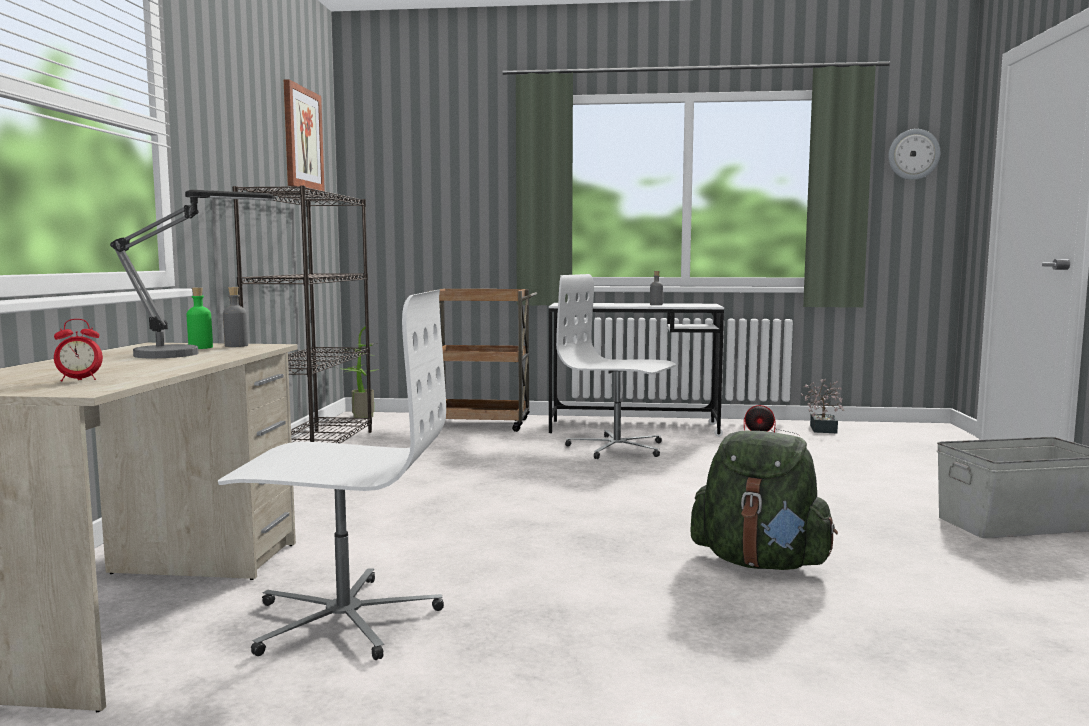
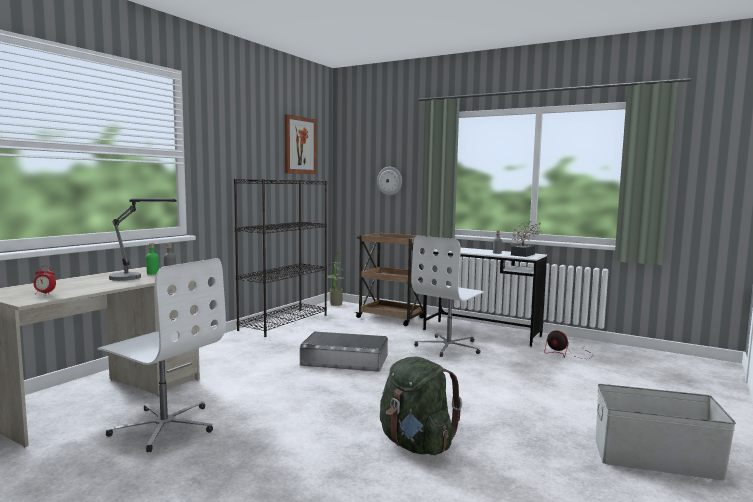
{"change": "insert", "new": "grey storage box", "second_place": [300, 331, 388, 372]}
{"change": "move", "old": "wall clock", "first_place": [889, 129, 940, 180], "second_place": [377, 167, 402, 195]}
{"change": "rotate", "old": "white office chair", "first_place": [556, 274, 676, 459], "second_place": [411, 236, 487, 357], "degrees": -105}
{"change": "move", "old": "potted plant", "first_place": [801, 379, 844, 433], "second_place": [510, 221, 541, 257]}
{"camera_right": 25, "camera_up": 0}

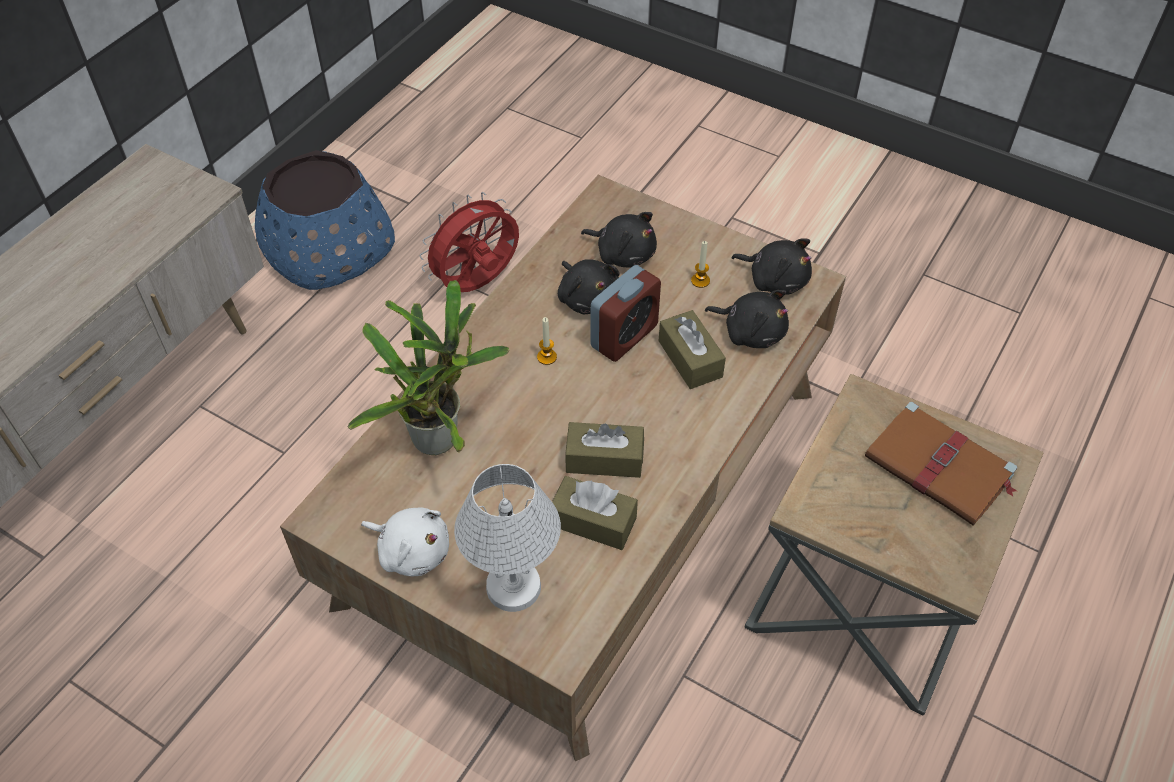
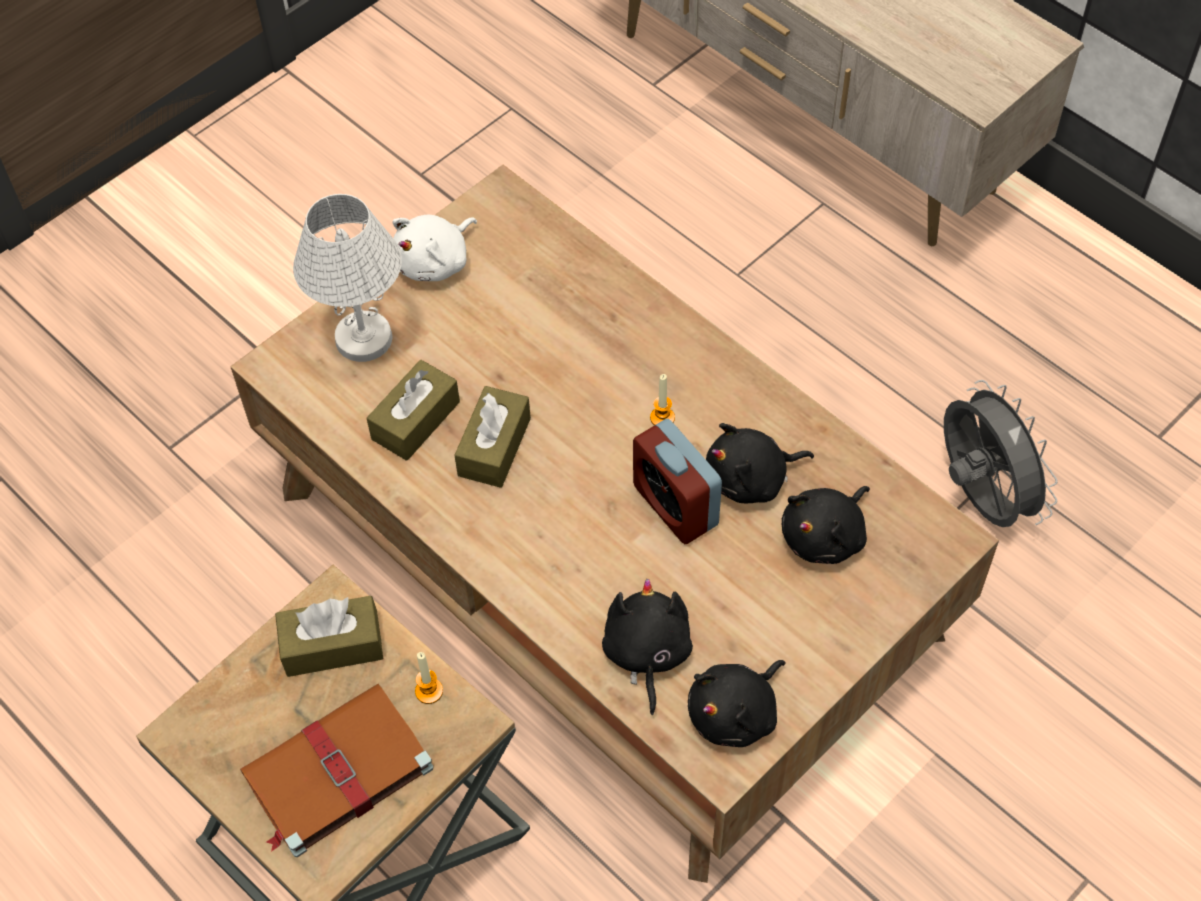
{"change": "move", "old": "brown tissue box", "first_place": [659, 310, 726, 389], "second_place": [275, 596, 383, 677]}
{"change": "move", "old": "candle", "first_place": [691, 241, 710, 288], "second_place": [415, 652, 443, 704]}
{"change": "rotate", "old": "black plush toy", "first_place": [705, 290, 789, 348], "second_place": [602, 579, 693, 715], "degrees": 135}
{"change": "recolor", "old": "red fan", "new": "grey fan", "first_place": [420, 192, 519, 292], "second_place": [944, 380, 1058, 527]}
{"change": "delete", "old": "blue planter", "first_place": [255, 150, 395, 290]}
{"change": "delete", "old": "potted plant", "first_place": [348, 280, 509, 455]}
{"camera_right": 105, "camera_up": 5}

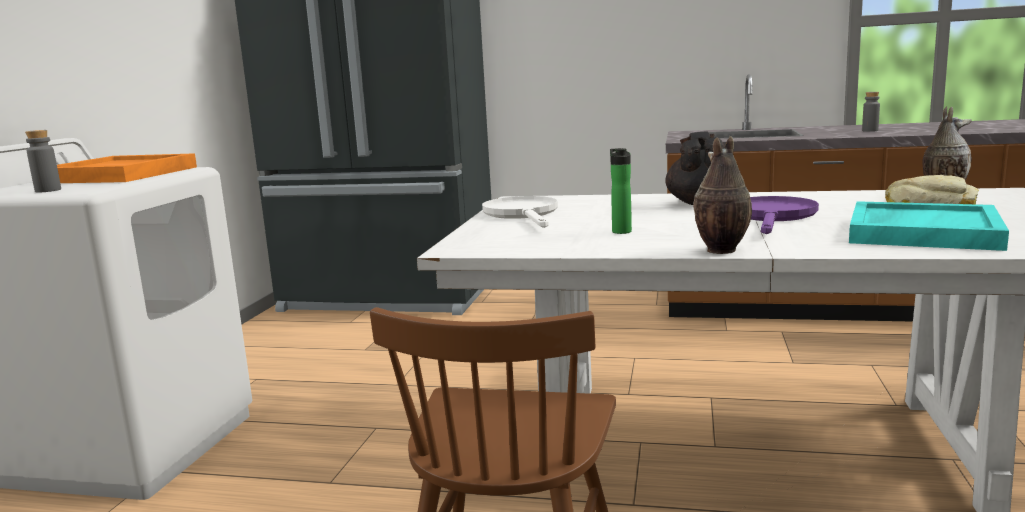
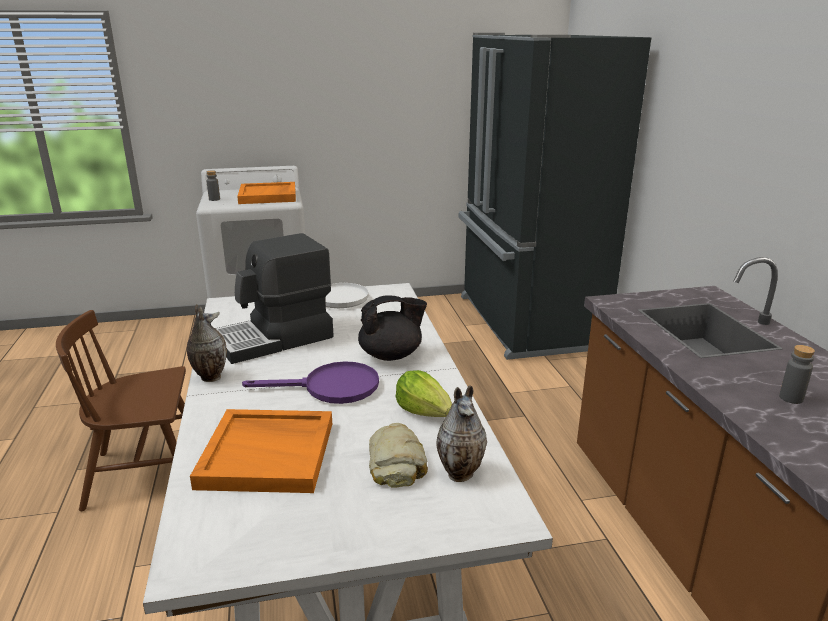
{"change": "recolor", "old": "turquoise tray", "new": "orange tray", "first_place": [849, 201, 1009, 251], "second_place": [190, 409, 332, 493]}
{"change": "replace", "old": "bottle", "new": "coffee machine", "first_place": [610, 148, 632, 234], "second_place": [215, 233, 334, 364]}
{"change": "insert", "new": "lettuce", "second_place": [396, 370, 452, 417]}
{"camera_right": 65, "camera_up": 10}

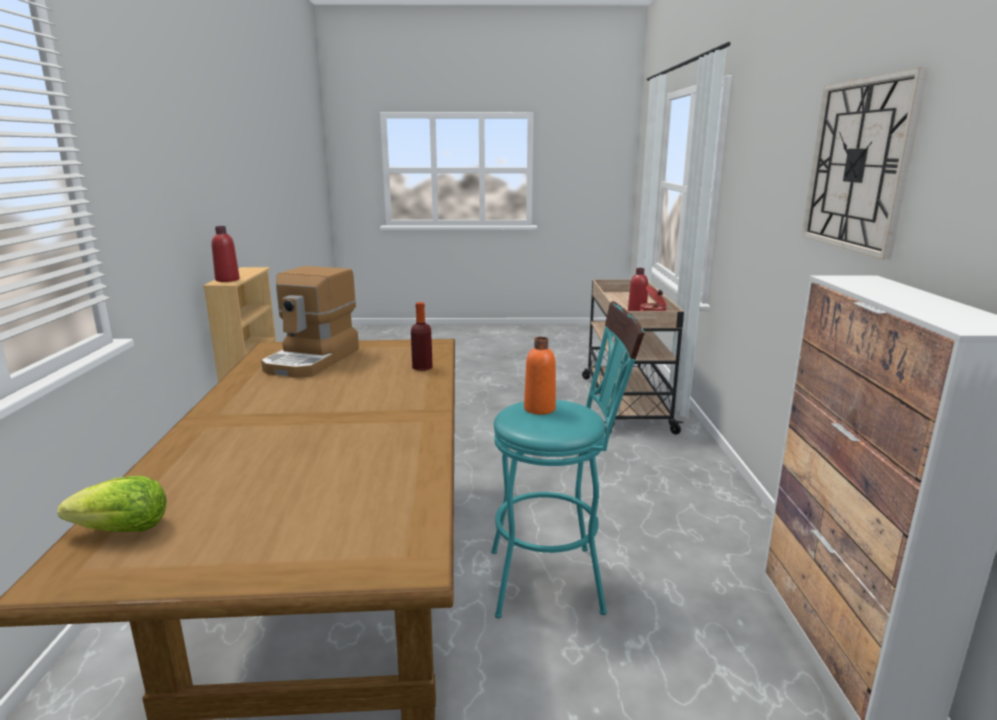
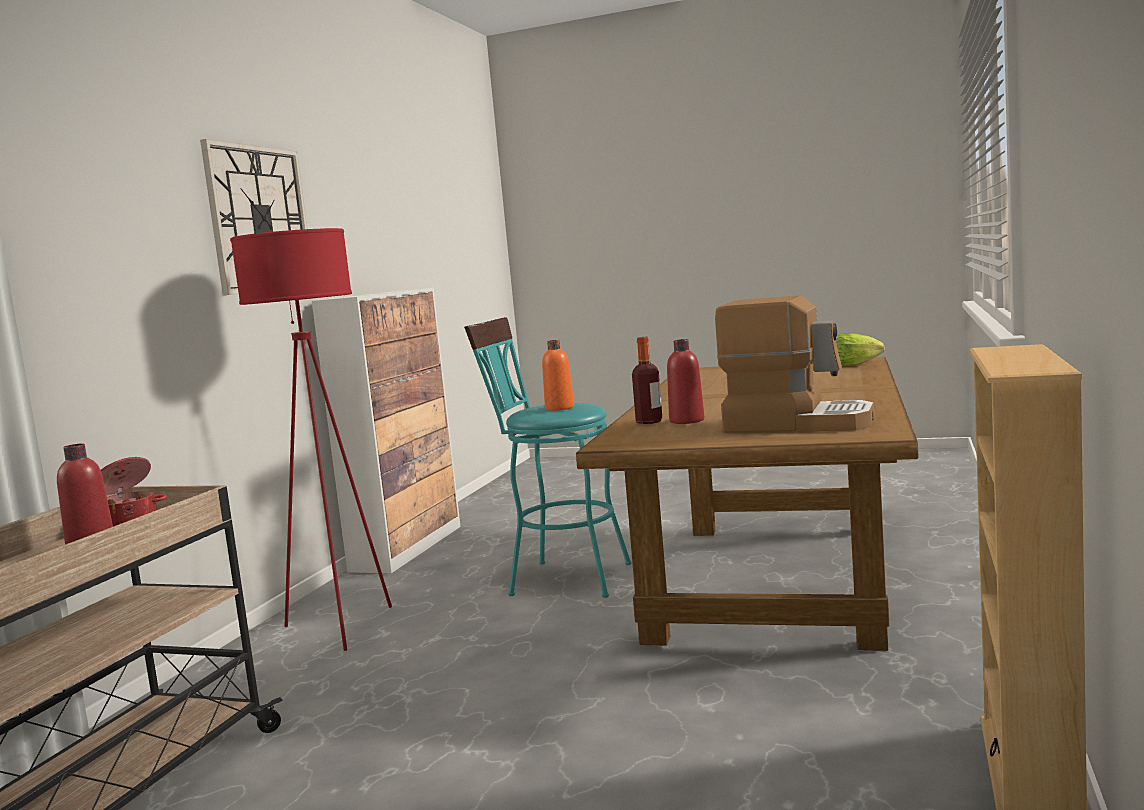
{"change": "insert", "new": "red floor lamp", "second_place": [230, 228, 392, 651]}
{"change": "move", "old": "red bottle", "first_place": [211, 226, 240, 282], "second_place": [667, 339, 704, 424]}
{"change": "rotate", "old": "coffee machine", "first_place": [261, 266, 359, 378], "second_place": [715, 295, 874, 433], "degrees": 75}
{"camera_right": -160, "camera_up": -10}

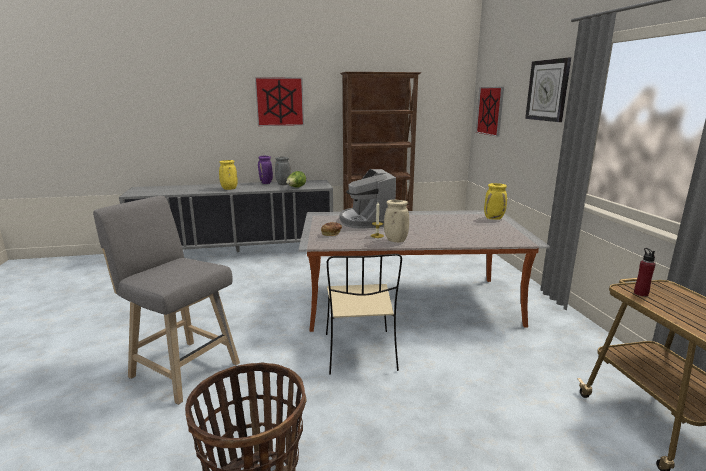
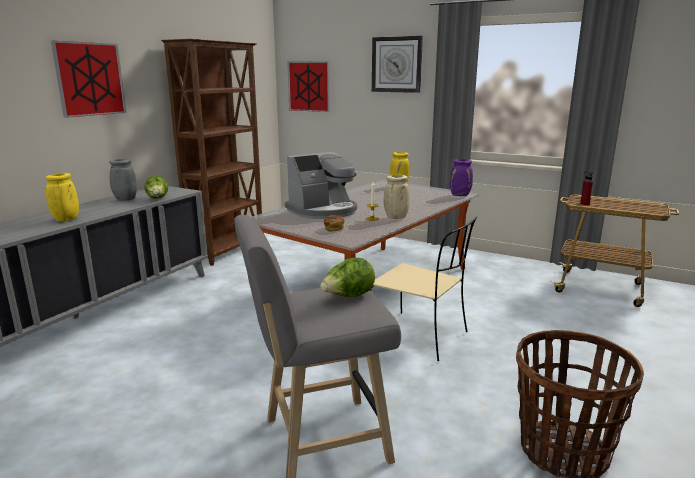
{"change": "rotate", "old": "coffee machine", "first_place": [340, 169, 396, 229], "second_place": [285, 152, 357, 219], "degrees": -60}
{"change": "insert", "new": "lettuce", "second_place": [320, 258, 375, 297]}
{"change": "move", "old": "purple vase", "first_place": [258, 156, 273, 184], "second_place": [450, 159, 473, 196]}
{"camera_right": -50, "camera_up": 0}

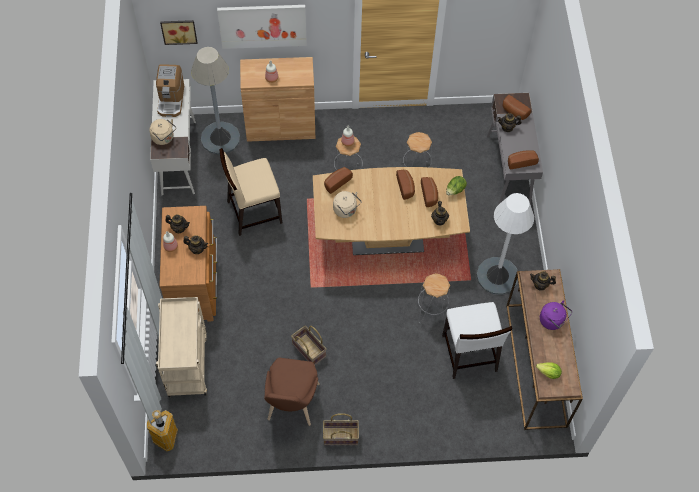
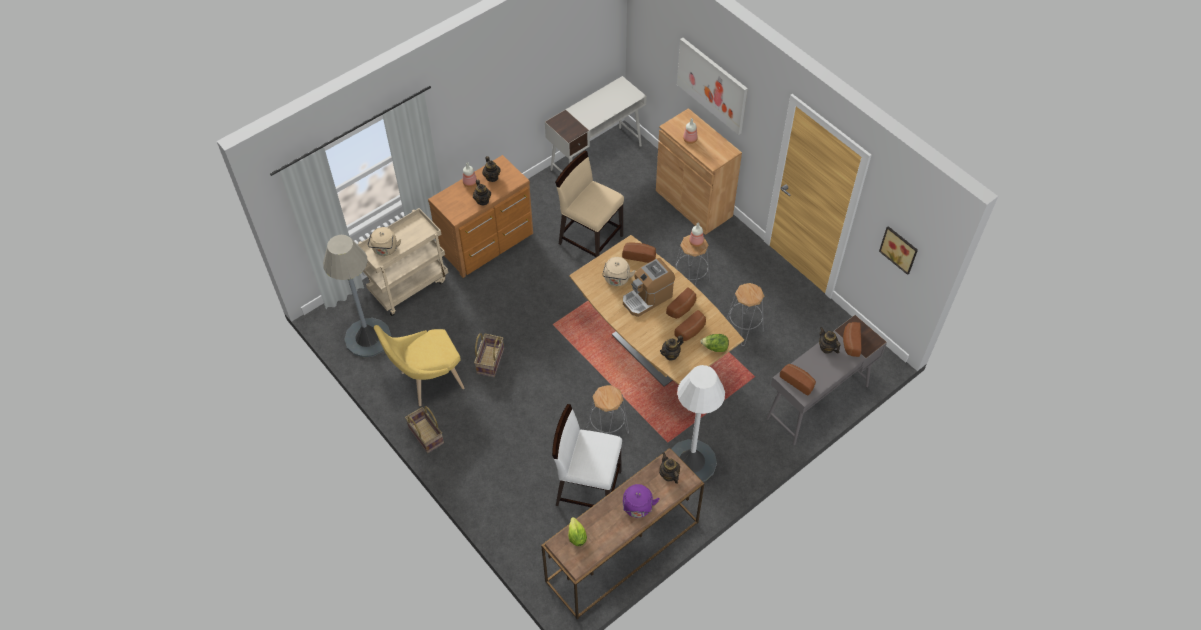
{"change": "move", "old": "grey floor lamp", "first_place": [191, 47, 240, 155], "second_place": [323, 235, 391, 357]}
{"change": "move", "old": "beige kettle", "first_place": [149, 119, 176, 145], "second_place": [368, 227, 401, 256]}
{"change": "recolor", "old": "brown chair", "new": "yellow chair", "first_place": [264, 358, 320, 426], "second_place": [374, 325, 464, 406]}
{"change": "rotate", "old": "white chair", "first_place": [442, 302, 512, 379], "second_place": [552, 404, 622, 507], "degrees": 60}
{"change": "move", "old": "coffee machine", "first_place": [156, 64, 184, 117], "second_place": [623, 258, 675, 317]}
{"change": "move", "old": "picture", "first_place": [160, 20, 197, 45], "second_place": [879, 226, 918, 275]}
{"change": "delete", "old": "trash can", "first_place": [147, 410, 178, 451]}
{"camera_right": 55, "camera_up": -5}

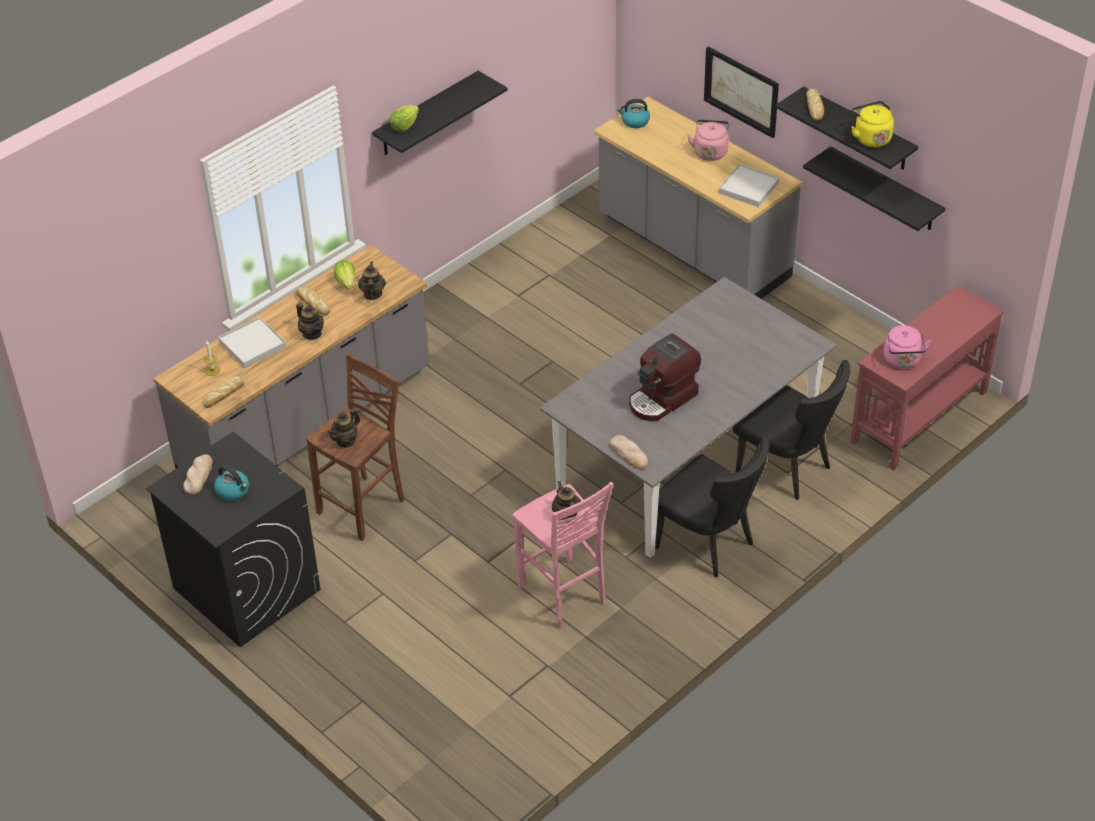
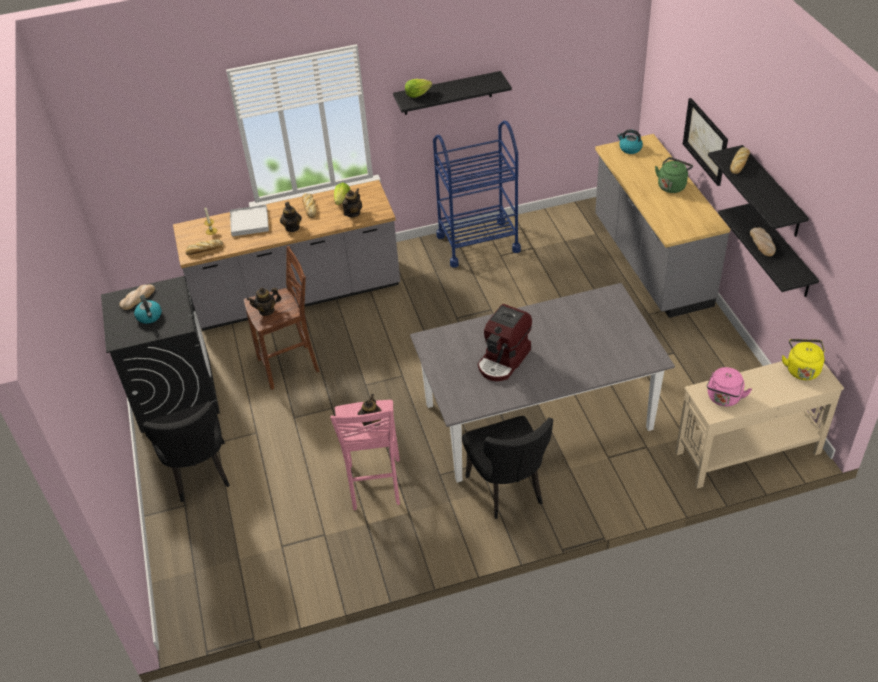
{"change": "move", "old": "black chair", "first_place": [733, 360, 850, 500], "second_place": [143, 402, 230, 502]}
{"change": "insert", "new": "blue cart", "second_place": [433, 121, 521, 268]}
{"change": "rotate", "old": "coffee machine", "first_place": [629, 334, 701, 421], "second_place": [478, 304, 532, 381], "degrees": -45}
{"change": "recolor", "old": "pink kettle", "new": "green kettle", "first_place": [687, 119, 729, 161], "second_place": [655, 157, 693, 193]}
{"change": "recolor", "old": "red console table", "new": "beige console table", "first_place": [850, 285, 1004, 470], "second_place": [675, 361, 844, 489]}
{"change": "move", "old": "bread", "first_place": [609, 435, 648, 469], "second_place": [750, 228, 776, 256]}
{"change": "move", "old": "yellow kettle", "first_place": [851, 101, 894, 147], "second_place": [782, 339, 825, 380]}
{"change": "delete", "old": "white tray", "first_place": [719, 164, 779, 207]}
{"camera_right": 30, "camera_up": 0}

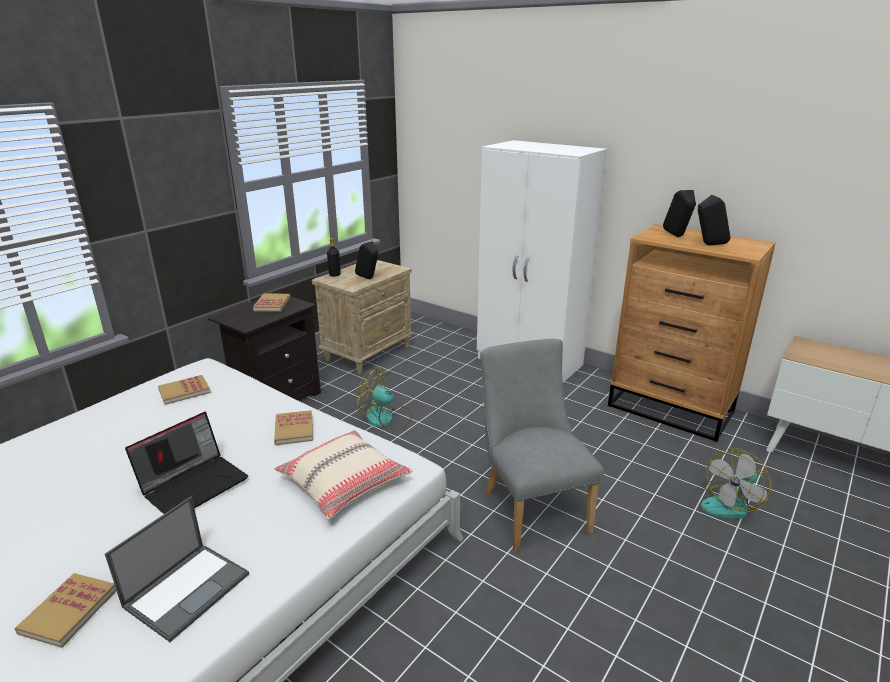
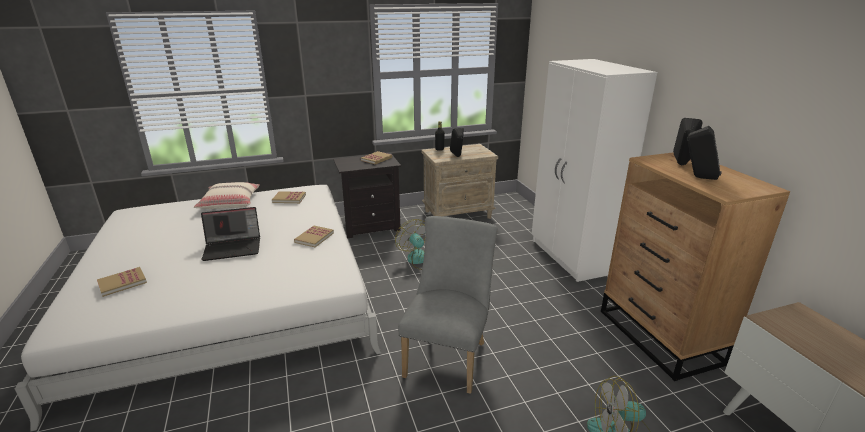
{"change": "move", "old": "beige pillow", "first_place": [274, 430, 413, 519], "second_place": [194, 182, 260, 209]}
{"change": "delete", "old": "laptop", "first_place": [105, 497, 249, 642]}
{"camera_right": 35, "camera_up": 0}

